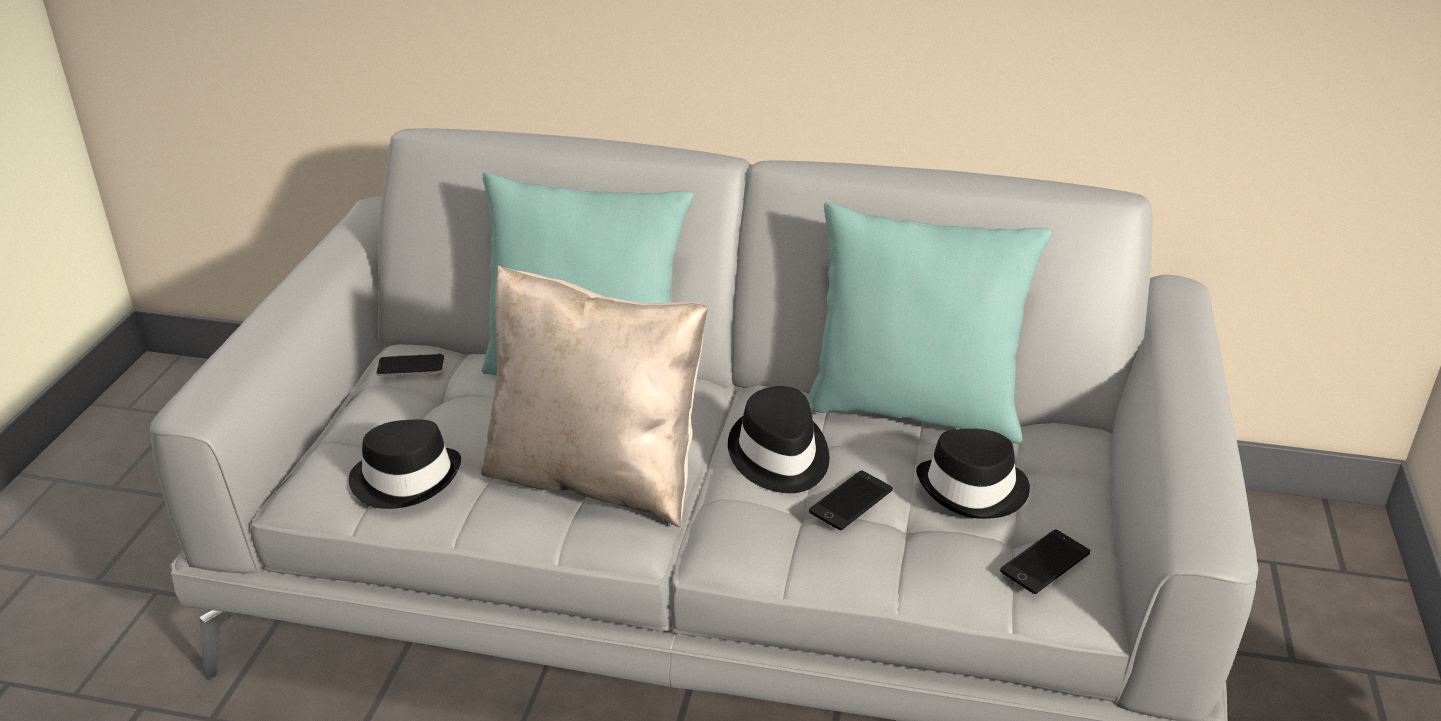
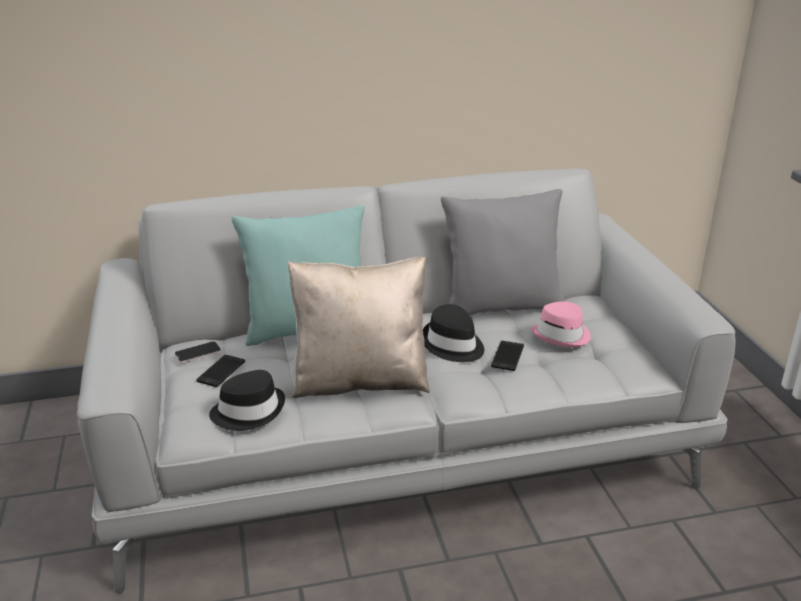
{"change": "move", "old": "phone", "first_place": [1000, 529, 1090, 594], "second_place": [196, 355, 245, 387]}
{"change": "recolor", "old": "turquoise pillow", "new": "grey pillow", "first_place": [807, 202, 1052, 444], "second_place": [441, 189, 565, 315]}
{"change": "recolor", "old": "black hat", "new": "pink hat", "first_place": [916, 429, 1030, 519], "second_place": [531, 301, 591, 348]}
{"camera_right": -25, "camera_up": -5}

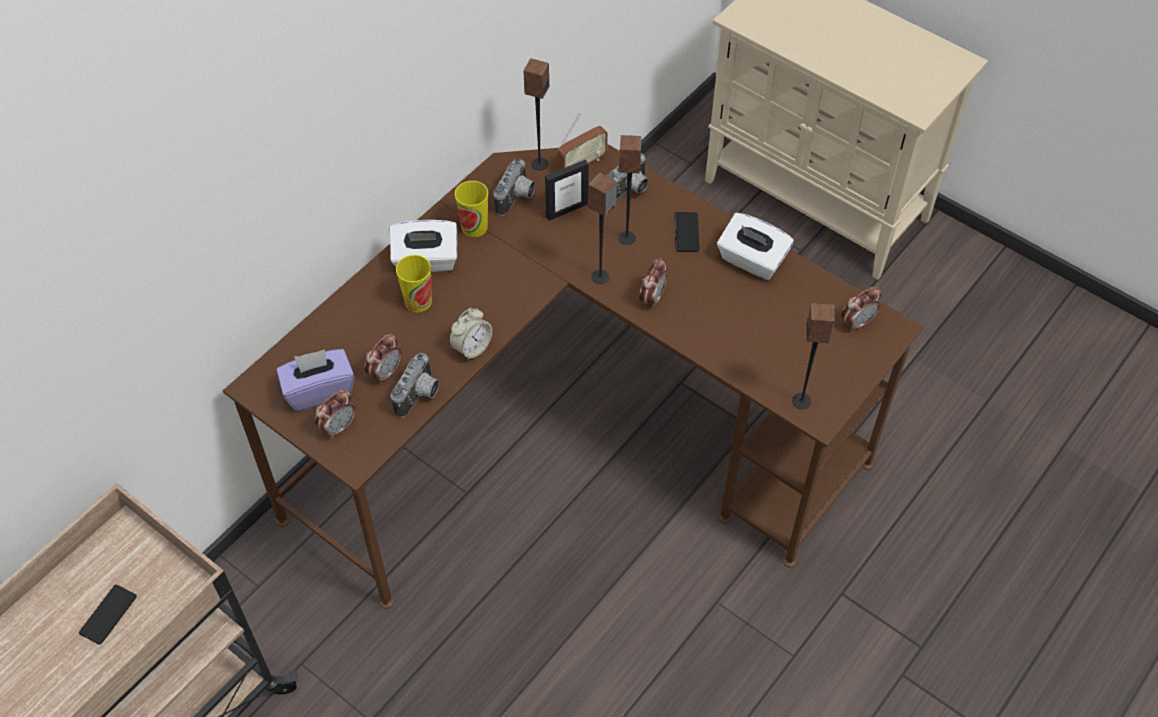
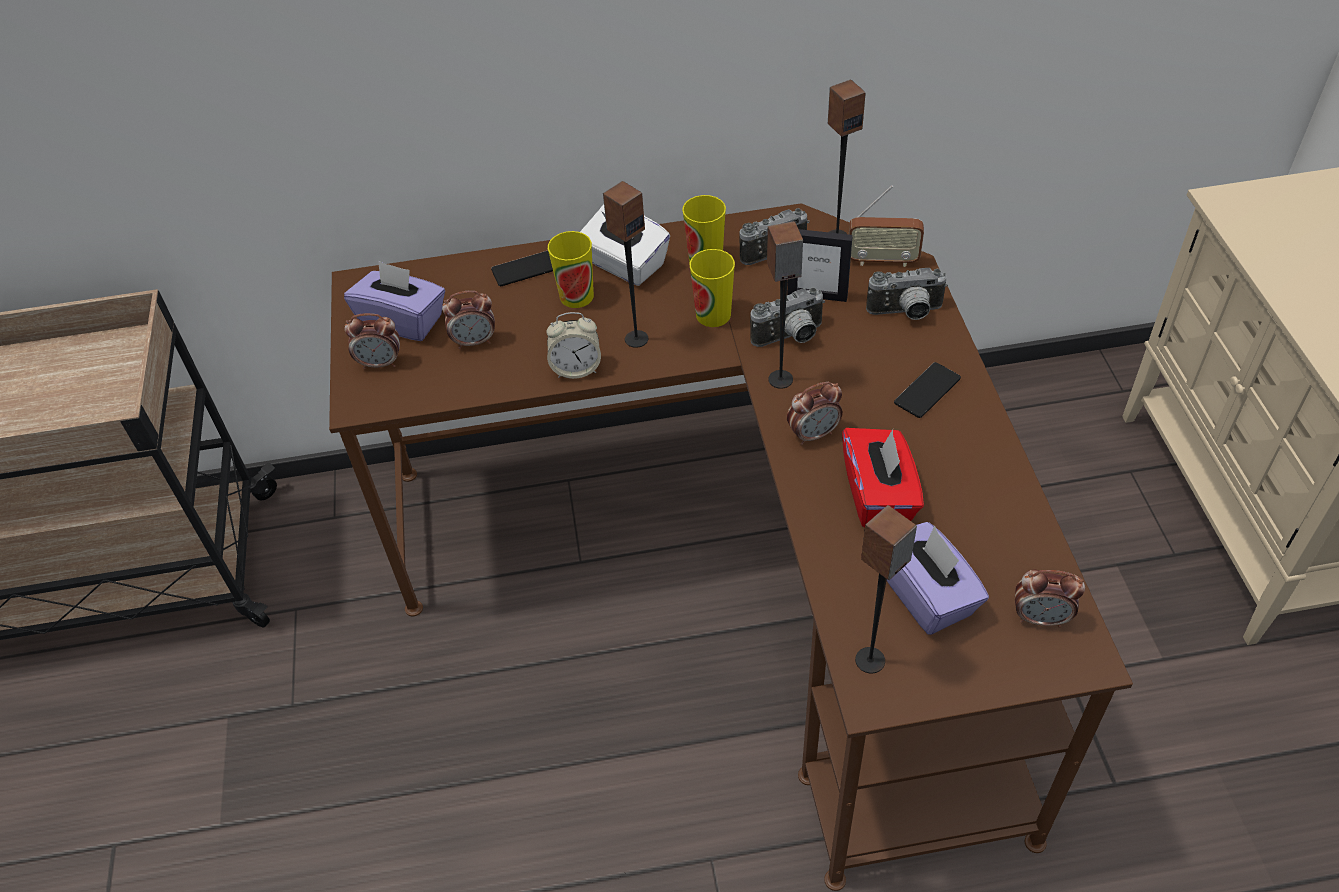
{"change": "move", "old": "phone", "first_place": [79, 585, 137, 644], "second_place": [491, 251, 553, 286]}
{"change": "move", "old": "speaker", "first_place": [618, 135, 642, 245], "second_place": [603, 181, 648, 348]}
{"change": "insert", "new": "cup", "second_place": [690, 249, 735, 327]}
{"change": "move", "old": "photo camera", "first_place": [391, 353, 439, 418], "second_place": [750, 287, 825, 347]}
{"change": "insert", "new": "red tissue box", "second_place": [842, 428, 924, 528]}
{"change": "insert", "new": "purple tissue box", "second_place": [887, 522, 989, 635]}
{"change": "delete", "old": "white tissue box", "first_place": [717, 213, 794, 280]}
{"camera_right": 45, "camera_up": -5}

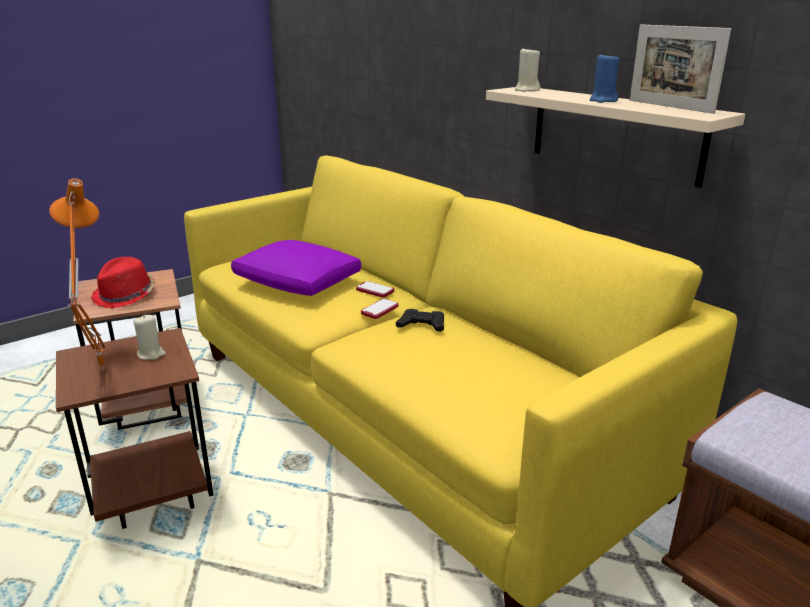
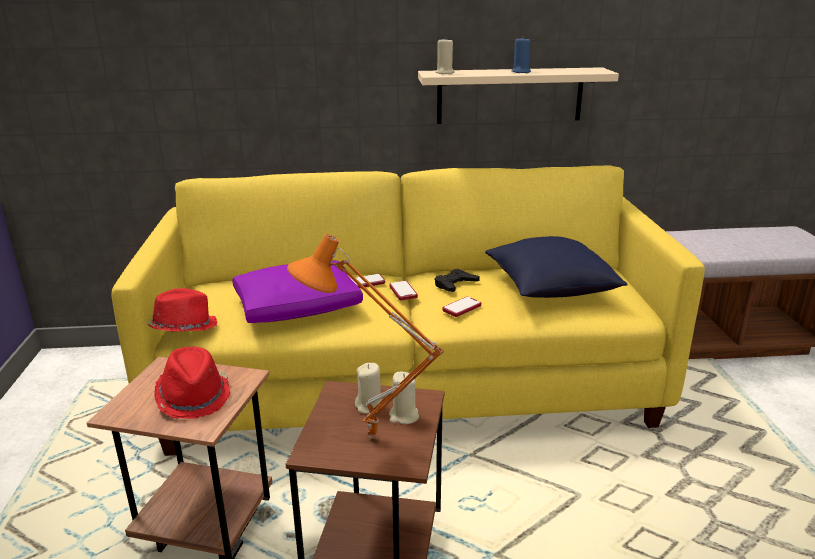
{"change": "insert", "new": "red hat", "second_place": [147, 288, 218, 332]}
{"change": "insert", "new": "beige candle", "second_place": [389, 372, 419, 424]}
{"change": "insert", "new": "phone", "second_place": [442, 297, 481, 317]}
{"change": "insert", "new": "blue pillow", "second_place": [485, 236, 627, 298]}
{"change": "delete", "old": "picture frame", "first_place": [630, 24, 731, 114]}
{"camera_right": -55, "camera_up": 0}

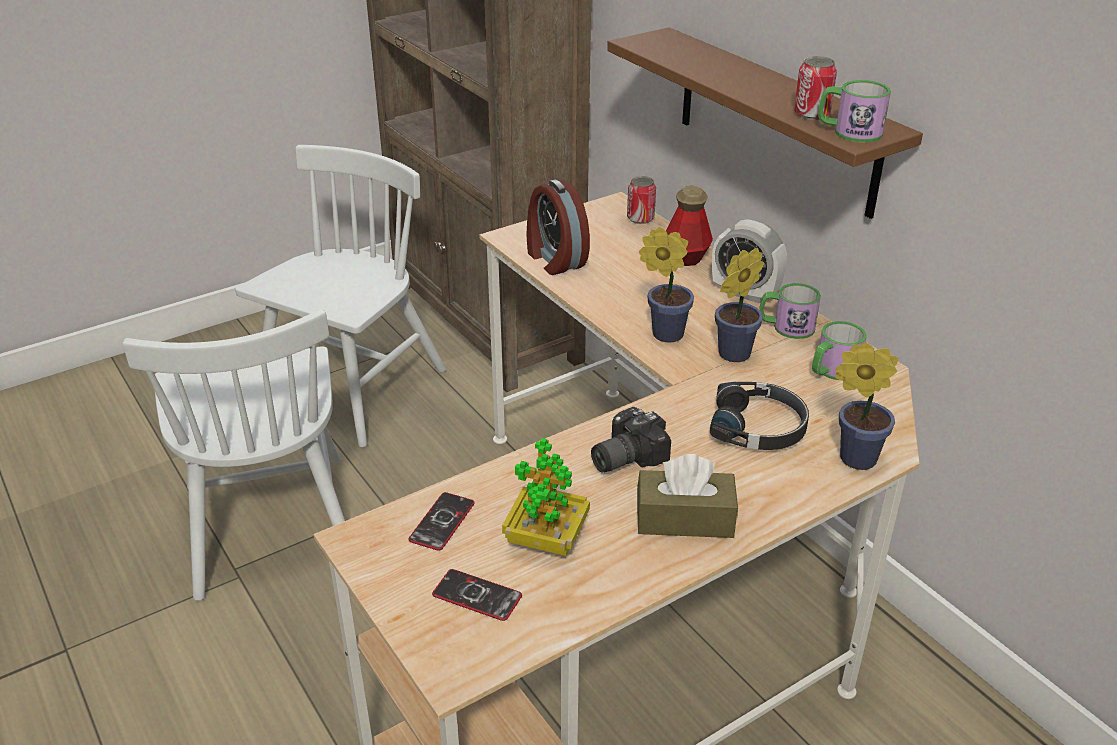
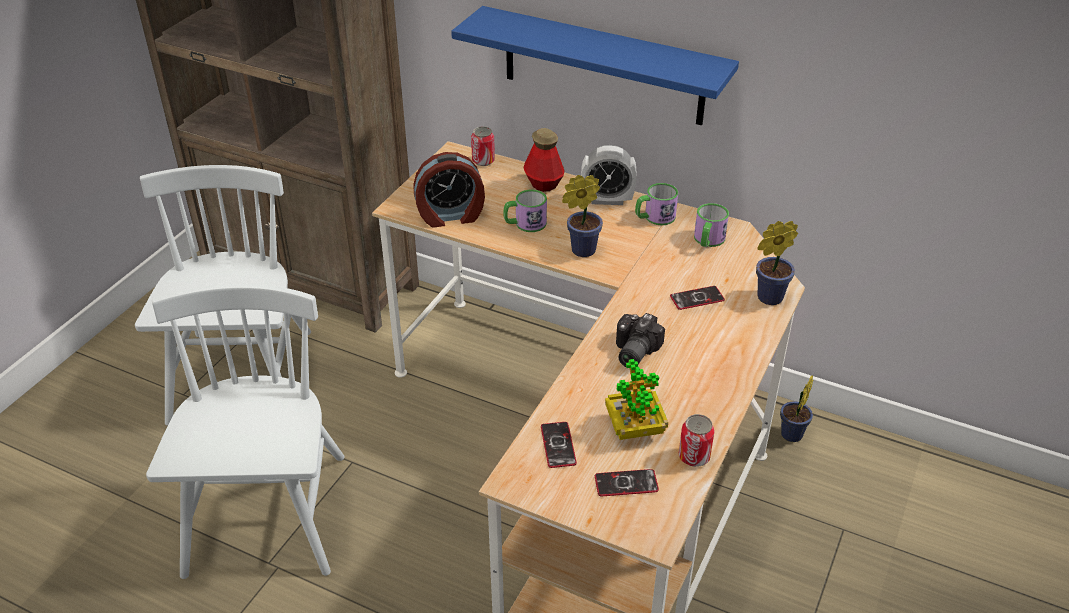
{"change": "rotate", "old": "white chair", "first_place": [123, 309, 345, 601], "second_place": [146, 284, 345, 579], "degrees": -135}
{"change": "rotate", "old": "alarm clock", "first_place": [527, 180, 590, 275], "second_place": [413, 152, 485, 228], "degrees": -45}
{"change": "recolor", "old": "brown shelf", "new": "blue shelf", "first_place": [607, 27, 923, 219], "second_place": [451, 6, 739, 125]}
{"change": "move", "old": "mug", "first_place": [818, 80, 891, 142], "second_place": [503, 189, 547, 232]}
{"change": "replace", "old": "black headphones", "new": "phone", "first_place": [710, 382, 809, 450], "second_place": [670, 286, 725, 310]}
{"change": "move", "old": "can", "first_place": [794, 56, 837, 120], "second_place": [679, 414, 715, 467]}
{"change": "move", "old": "potted plant", "first_place": [715, 248, 764, 362], "second_place": [780, 375, 813, 442]}
{"change": "delete", "old": "brown tissue box", "first_place": [637, 454, 738, 538]}
{"camera_right": -30, "camera_up": 5}

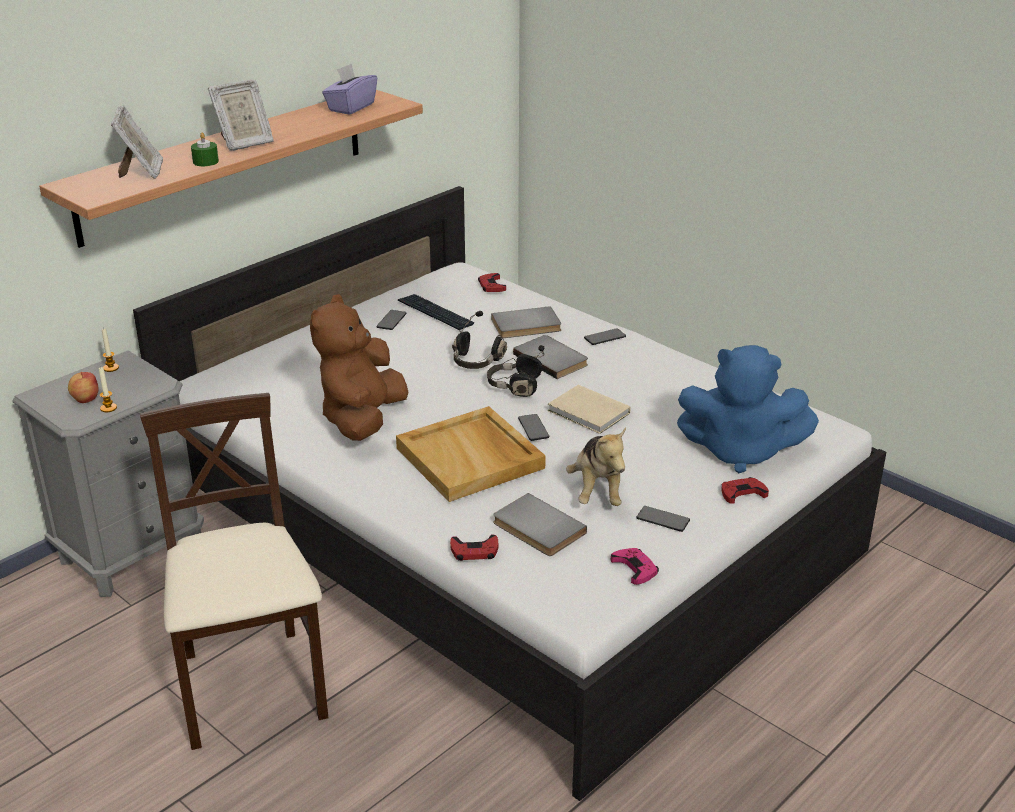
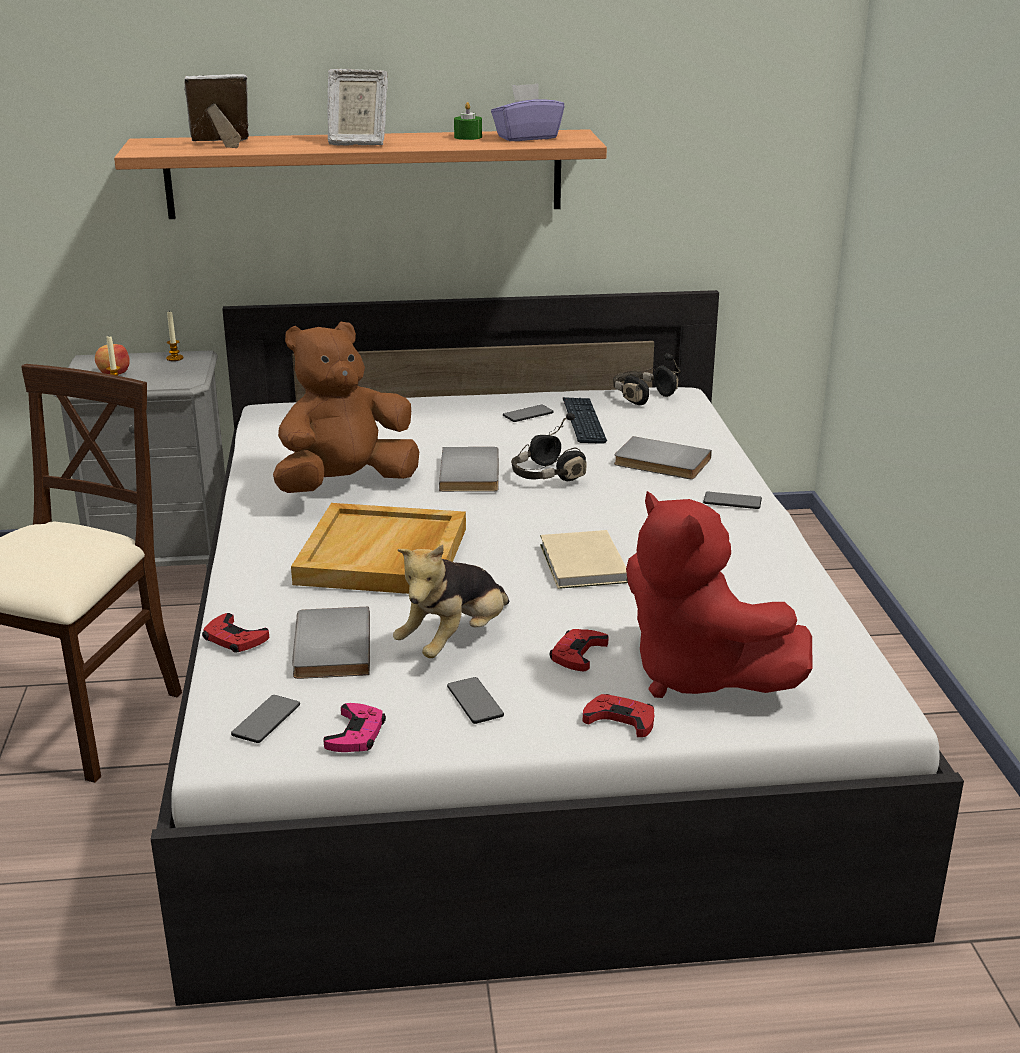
{"change": "rotate", "old": "picture frame", "first_place": [111, 105, 163, 179], "second_place": [184, 74, 249, 148], "degrees": -135}
{"change": "move", "old": "phone", "first_place": [518, 414, 549, 441], "second_place": [231, 695, 300, 743]}
{"change": "move", "old": "grey book", "first_place": [513, 335, 588, 379], "second_place": [439, 447, 499, 492]}
{"change": "move", "old": "green candle", "first_place": [191, 132, 219, 166], "second_place": [454, 102, 482, 140]}
{"change": "move", "old": "red game controller", "first_place": [478, 273, 506, 292], "second_place": [550, 629, 609, 671]}
{"change": "move", "old": "black headphones", "first_place": [487, 345, 544, 397], "second_place": [613, 353, 681, 405]}
{"change": "recolor", "old": "blue plush toy", "new": "red plush toy", "first_place": [677, 345, 819, 473], "second_place": [626, 491, 813, 698]}
{"camera_right": 40, "camera_up": -5}

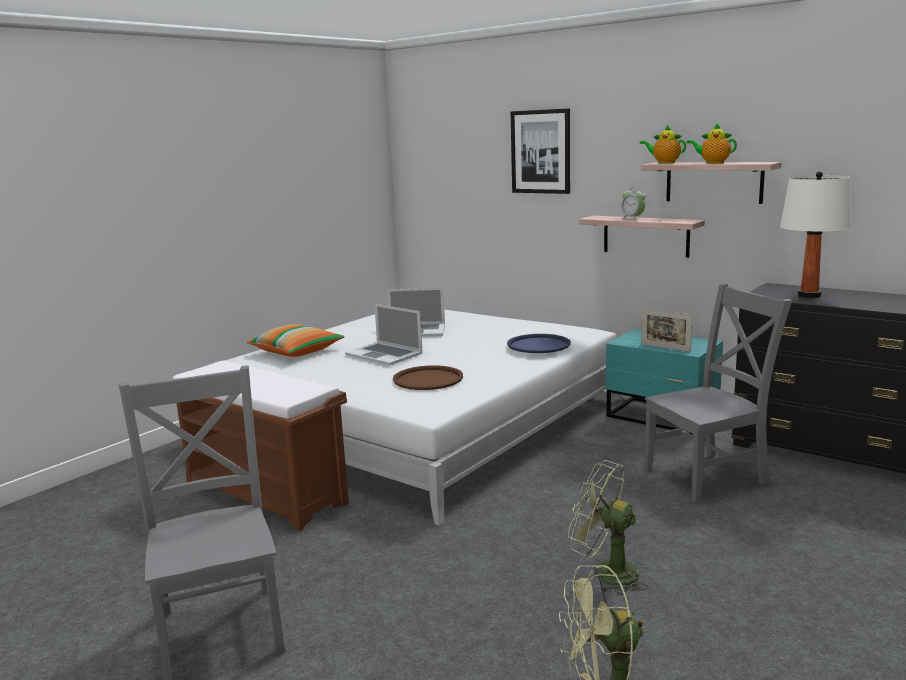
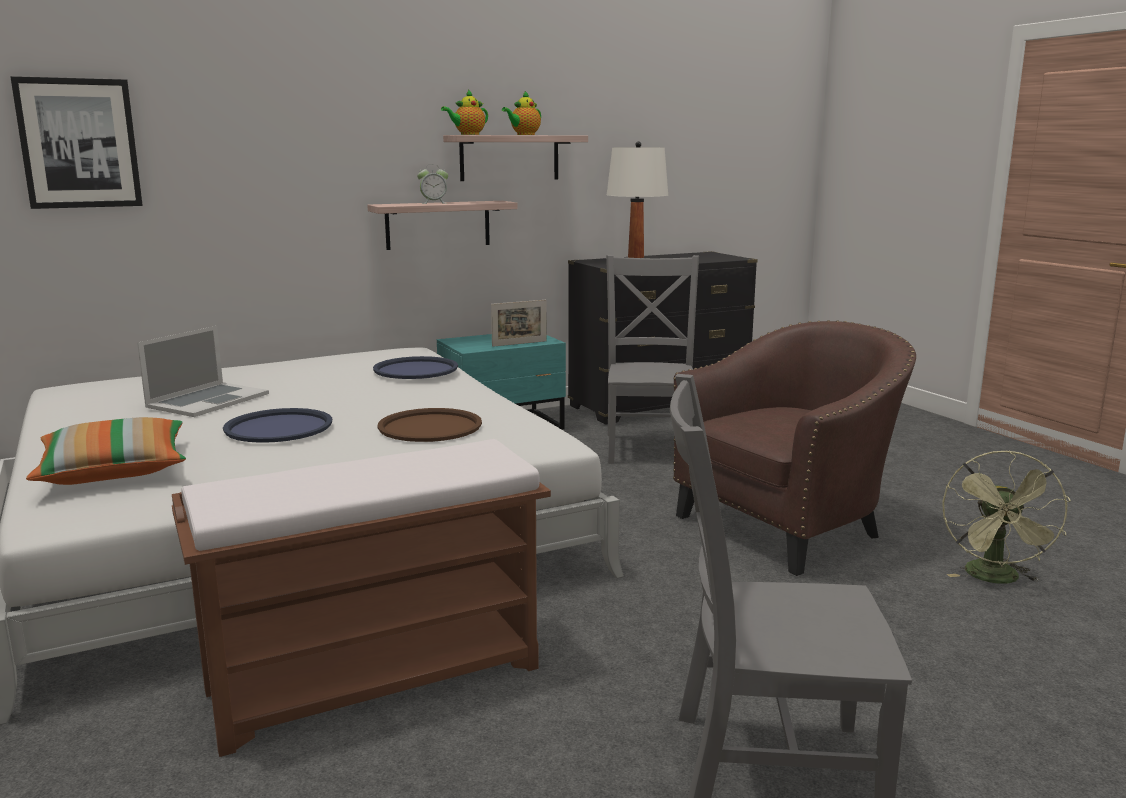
{"change": "move", "old": "picture", "first_place": [511, 108, 570, 194], "second_place": [10, 76, 143, 209]}
{"change": "replace", "old": "laptop", "new": "blue tray", "first_place": [345, 304, 422, 365], "second_place": [223, 408, 332, 443]}
{"change": "replace", "old": "green fan", "new": "brown armchair", "first_place": [568, 460, 648, 595], "second_place": [673, 320, 916, 576]}
{"camera_right": -65, "camera_up": 0}

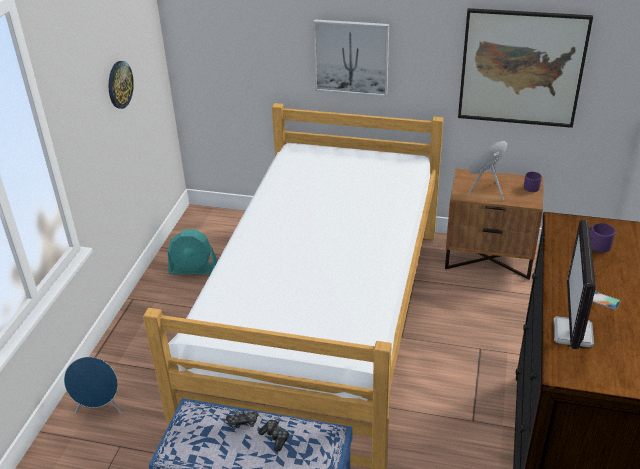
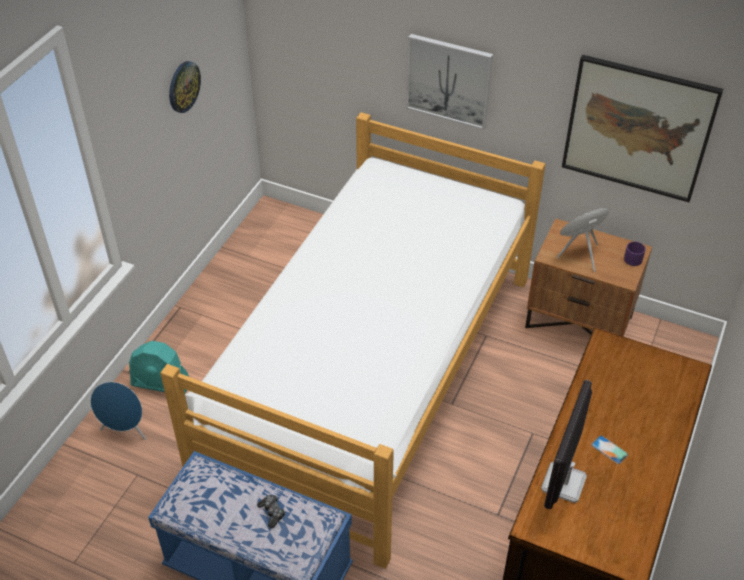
{"change": "move", "old": "turquoise fan", "first_place": [167, 230, 218, 274], "second_place": [129, 341, 189, 394]}
{"change": "delete", "old": "game controller", "first_place": [226, 410, 258, 430]}
{"change": "delete", "old": "purple mug", "first_place": [589, 223, 615, 252]}
{"camera_right": 10, "camera_up": 10}

